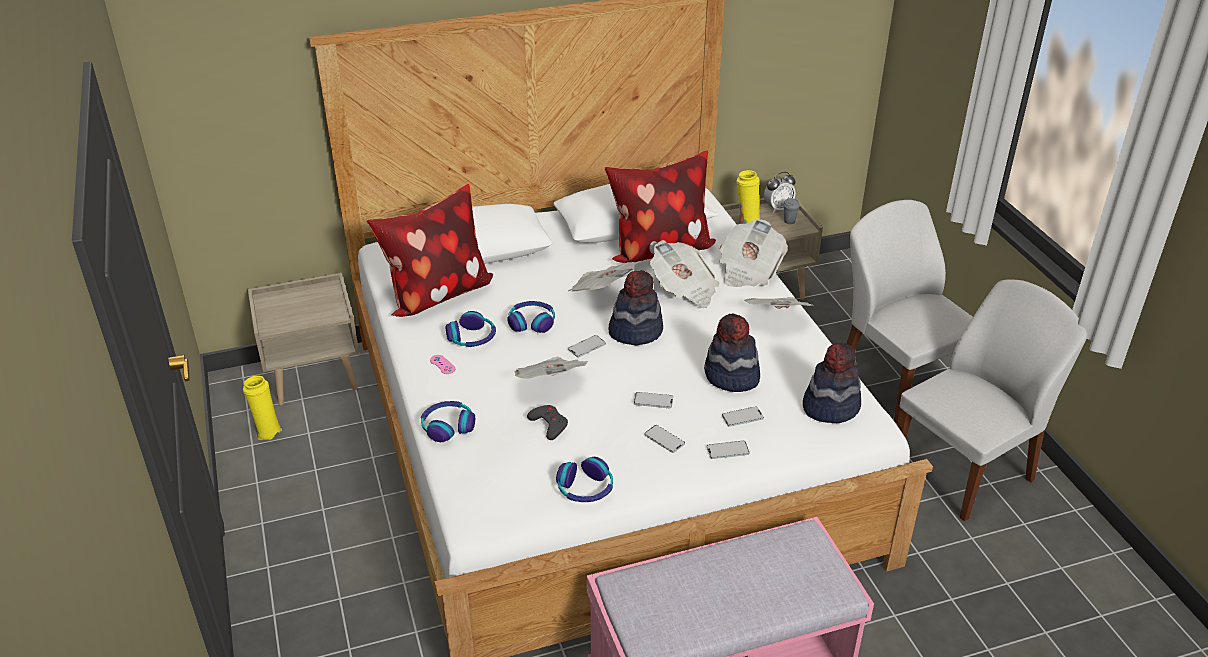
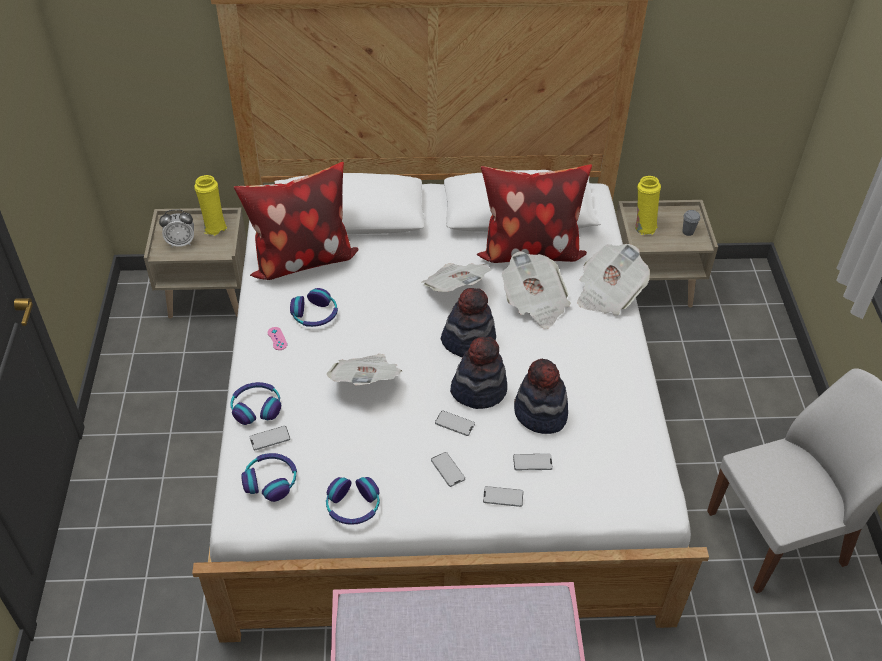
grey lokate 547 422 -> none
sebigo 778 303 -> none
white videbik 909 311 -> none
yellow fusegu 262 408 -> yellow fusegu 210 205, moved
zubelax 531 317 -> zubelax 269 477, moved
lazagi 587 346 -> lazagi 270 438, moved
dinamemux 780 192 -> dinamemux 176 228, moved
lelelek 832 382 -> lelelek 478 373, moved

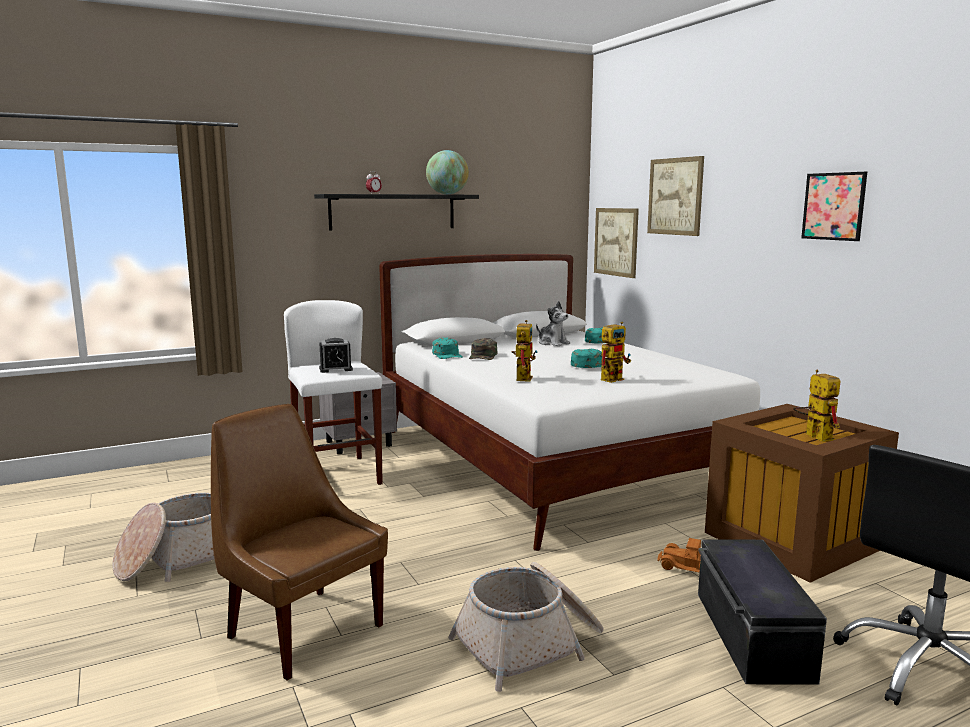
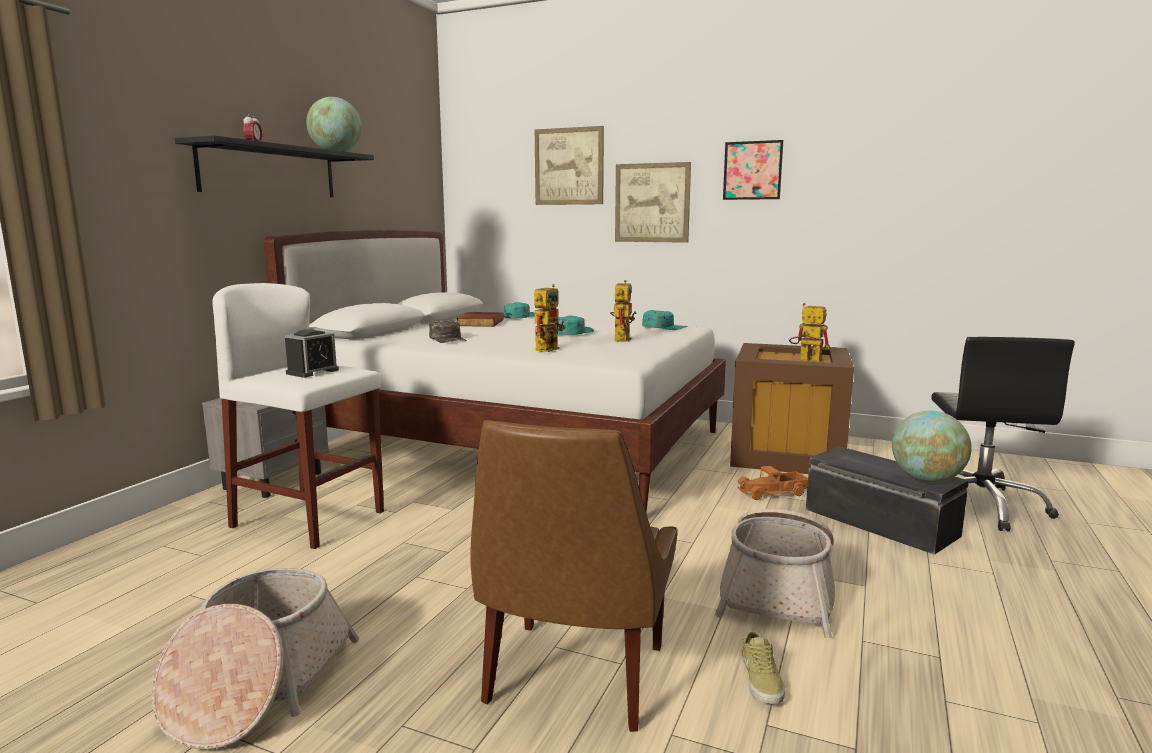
none -> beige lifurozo 763 667
none -> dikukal 932 446
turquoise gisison 447 348 -> turquoise gisison 664 320, moved
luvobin 616 243 -> luvobin 653 202, moved
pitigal 553 324 -> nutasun 480 319
brown videbik 299 542 -> brown videbik 573 576, 75 degrees counterclockwise
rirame 525 351 -> rirame 550 318, 60 degrees clockwise

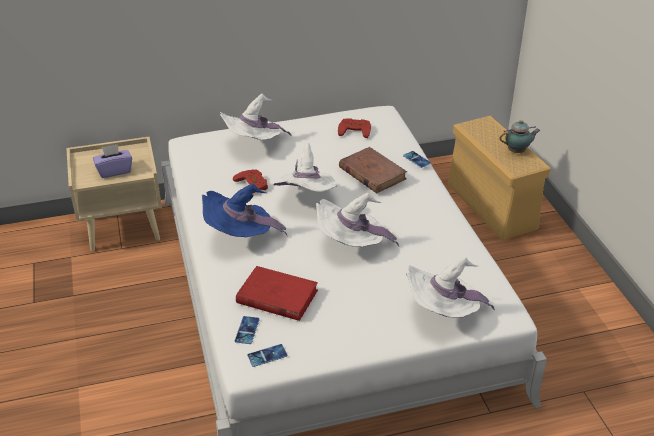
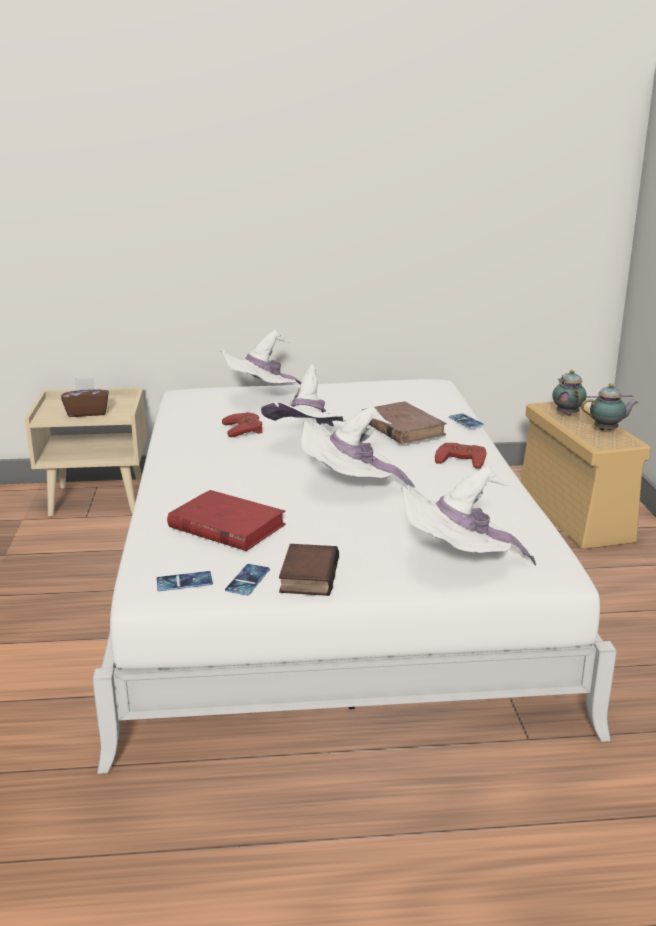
blue lelelek 245 210 -> none
none -> nutasun 309 570
none -> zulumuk 569 393
lazagi 247 330 -> lazagi 247 579, moved
red lokate 354 128 -> red lokate 461 456, moved
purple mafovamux 112 161 -> brown mafovamux 85 397

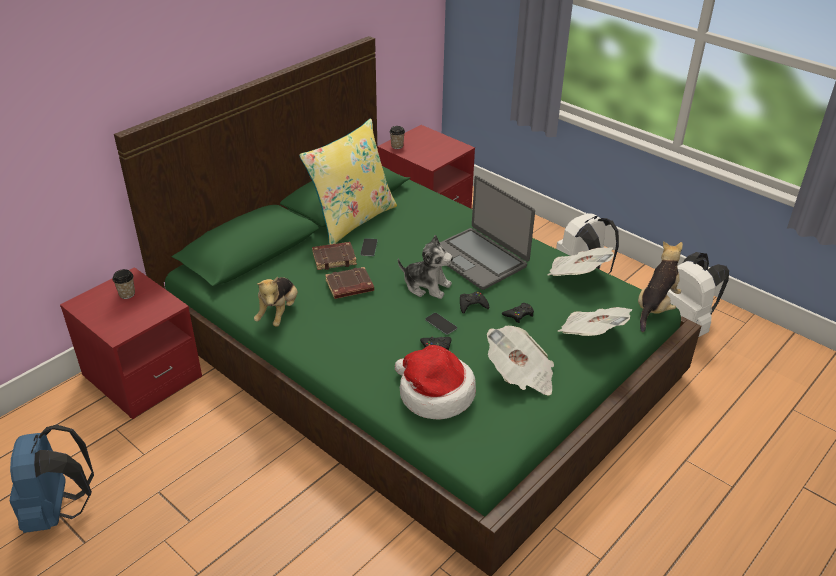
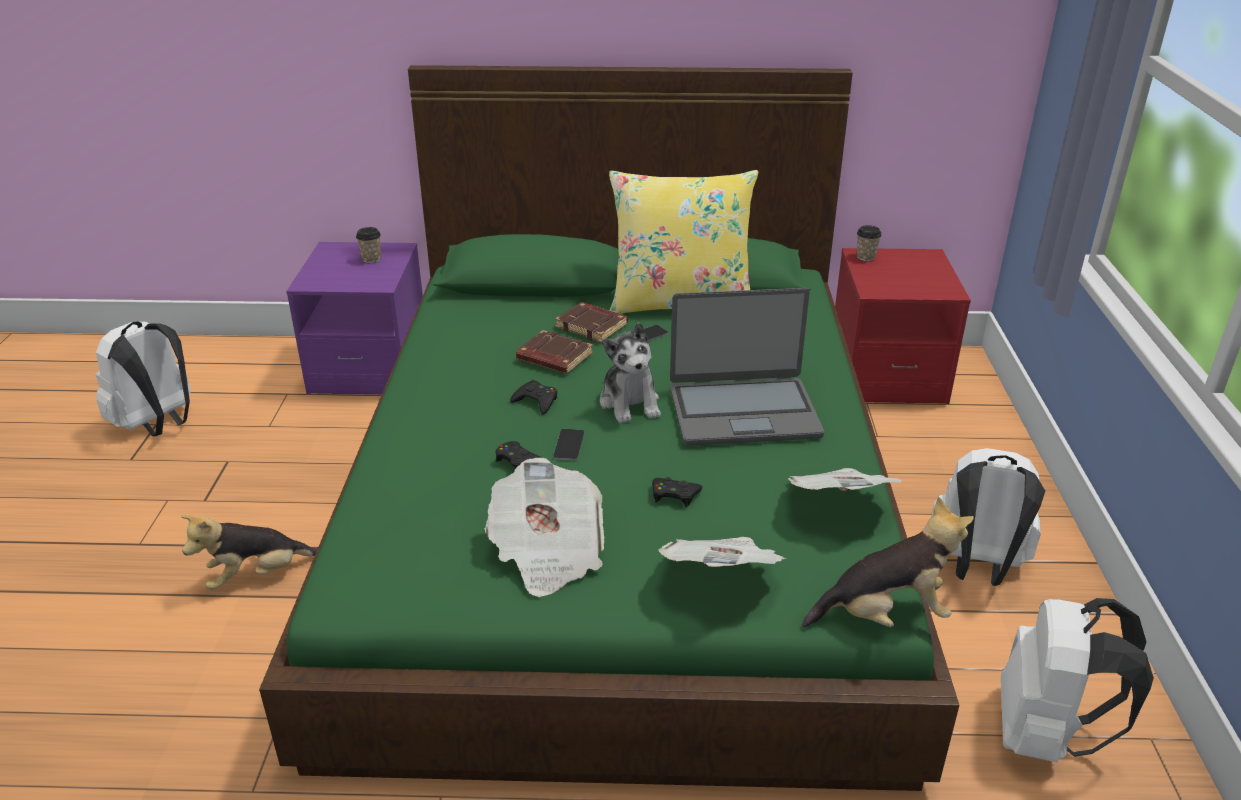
lelelek 435 382 -> none
pitigal 276 302 -> pitigal 249 552, moved
black lokate 474 303 -> black lokate 533 397, moved
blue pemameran 52 479 -> white pemameran 143 379
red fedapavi 131 343 -> purple fedapavi 354 318
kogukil 487 233 -> kogukil 747 367, 105 degrees counterclockwise

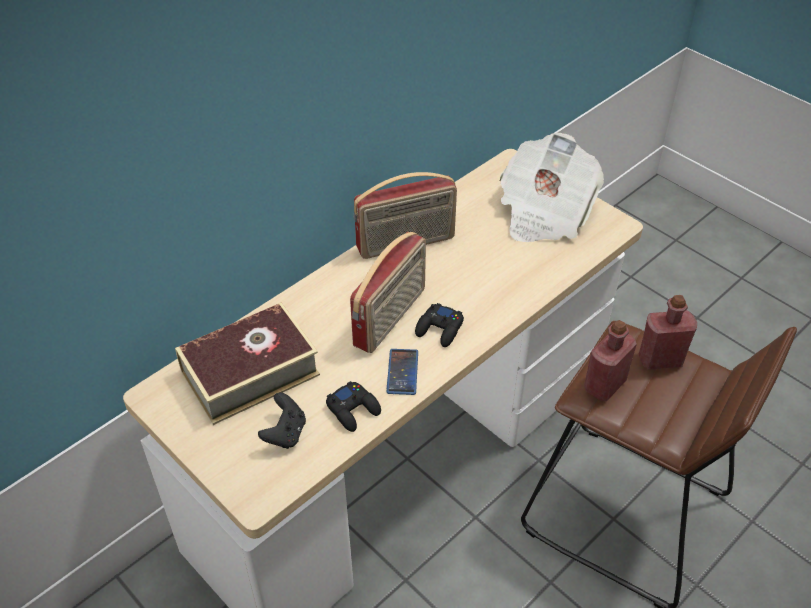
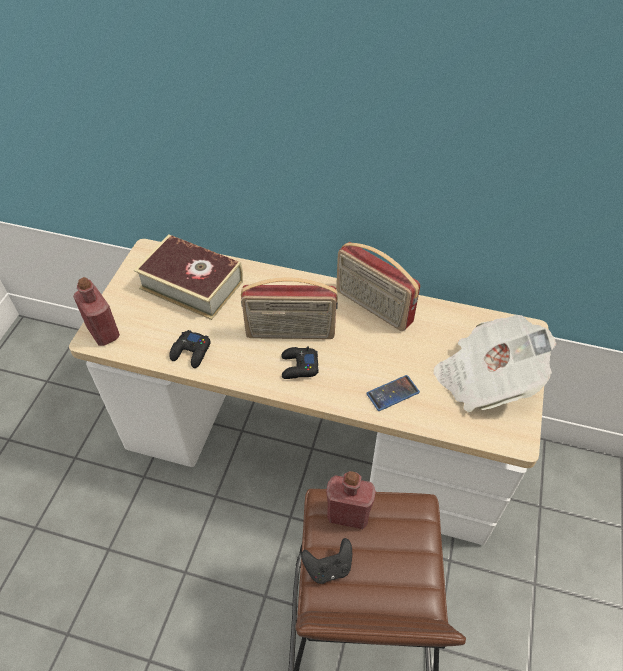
black lokate 282 421 -> black lokate 326 561, moved
lazagi 402 372 -> lazagi 393 393, moved
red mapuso 668 332 -> red mapuso 96 311, moved

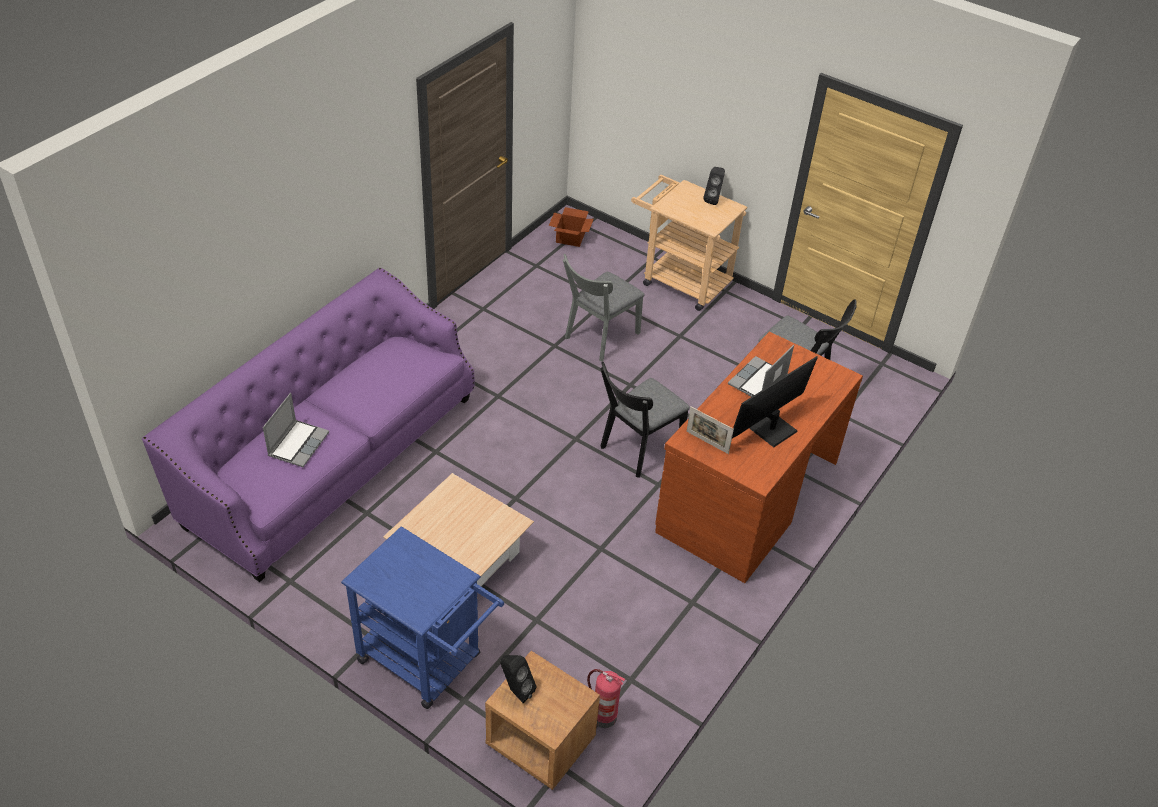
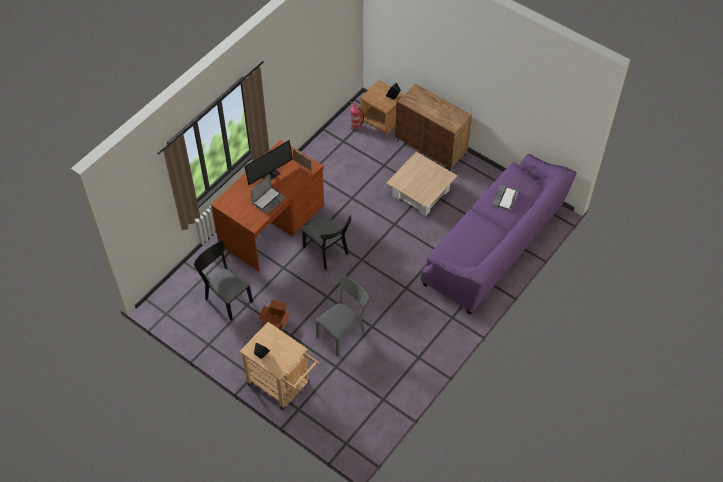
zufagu 571 227 -> zufagu 275 314, moved
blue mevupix 422 617 -> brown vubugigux 433 127
black videbik 645 420 -> black videbik 327 242, 90 degrees clockwise

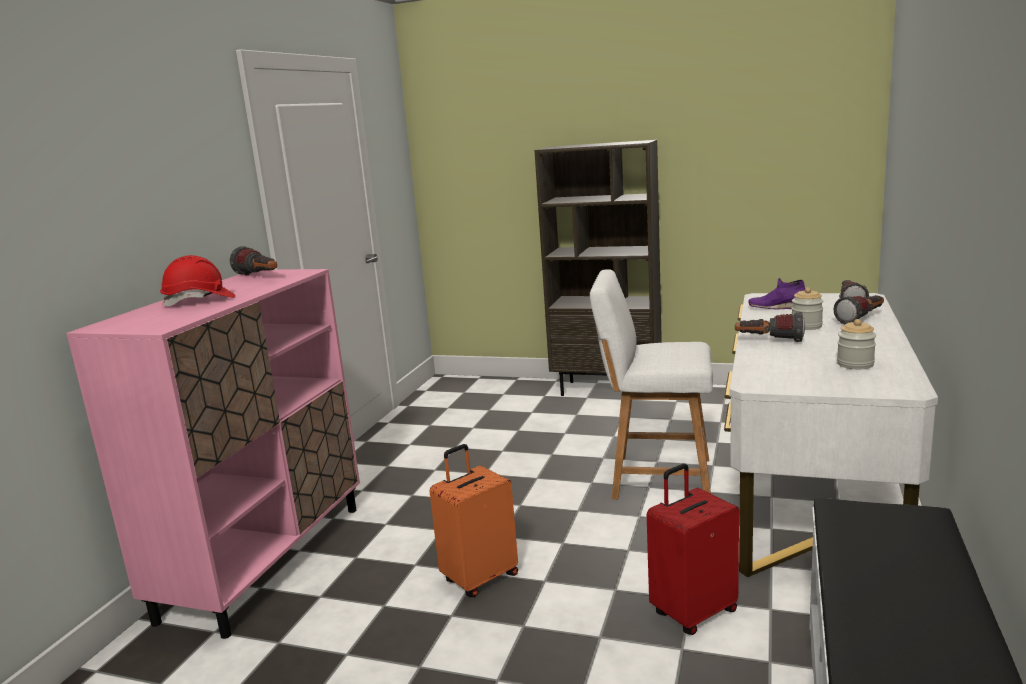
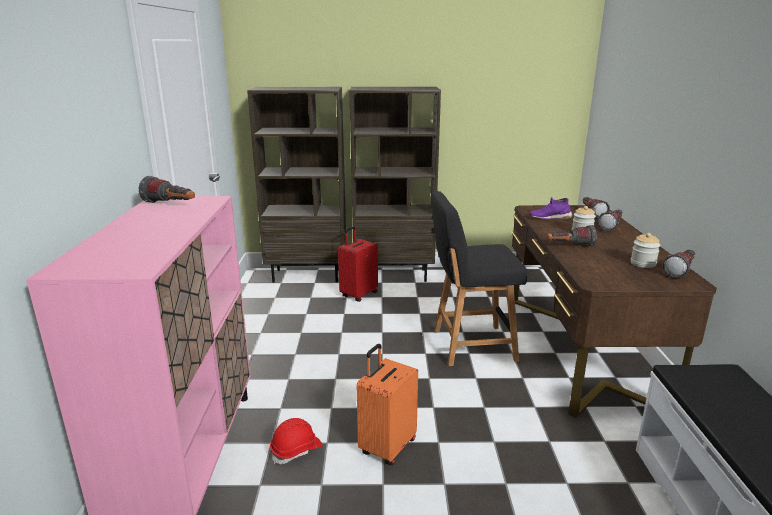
none -> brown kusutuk 296 184
none -> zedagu 678 264
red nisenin 197 281 -> red nisenin 296 441, moved
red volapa 693 549 -> red volapa 358 264, moved
white videbik 651 384 -> black videbik 479 278
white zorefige 831 435 -> brown zorefige 614 311

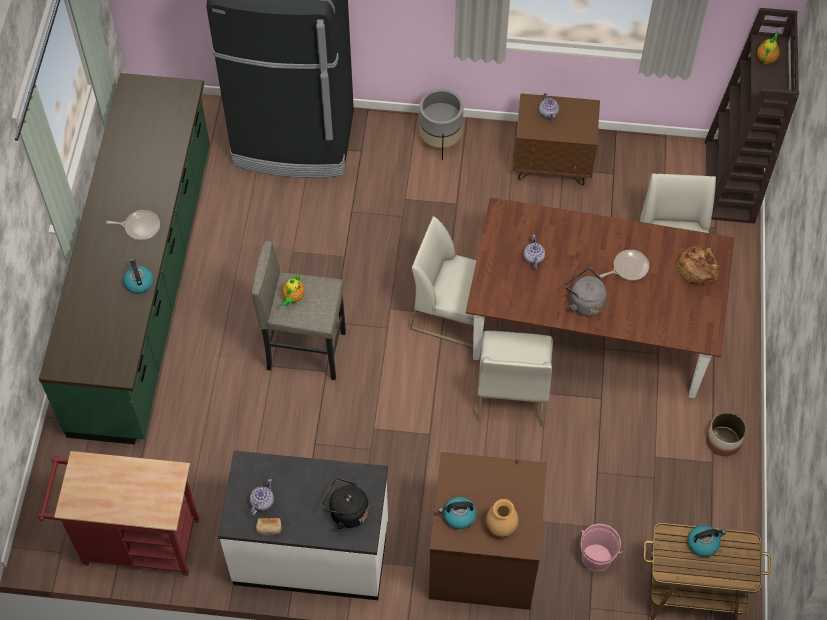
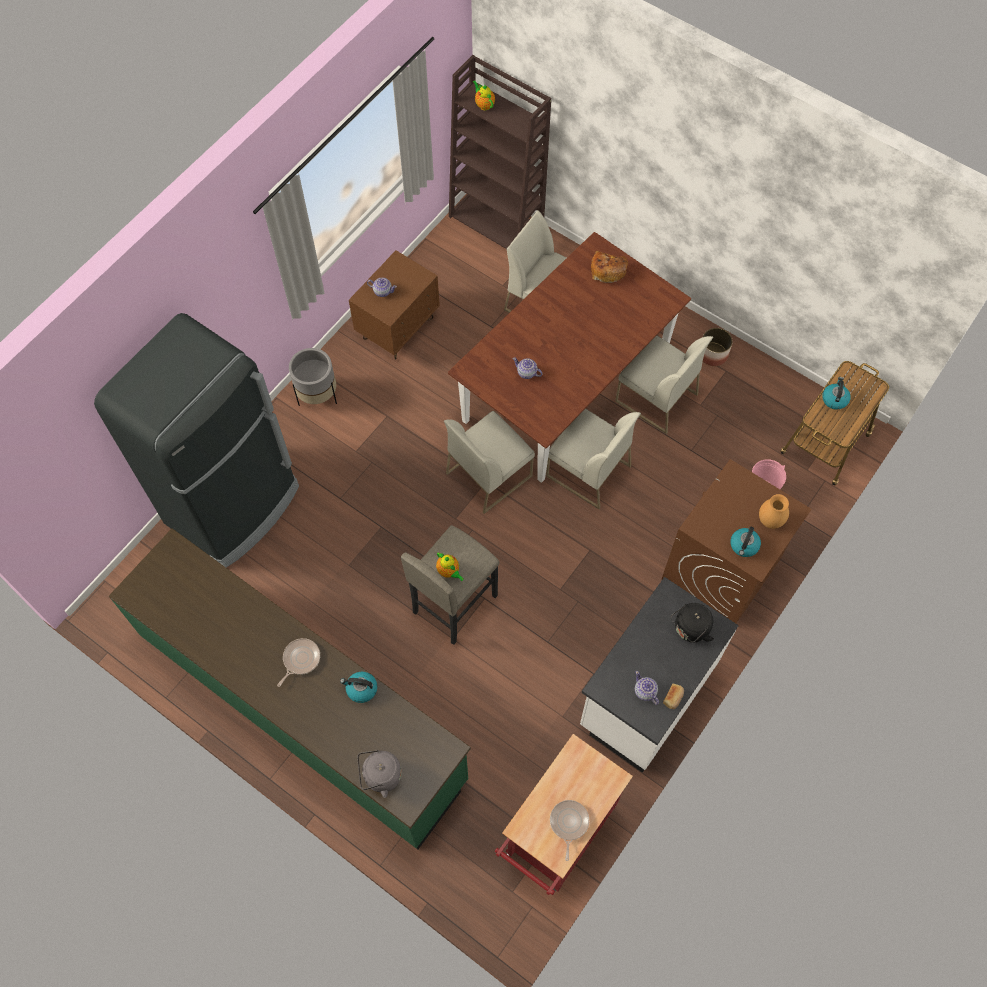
none -> white videbik 664 385
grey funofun 586 292 -> grey funofun 379 774, moved
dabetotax 624 265 -> dabetotax 569 830, moved

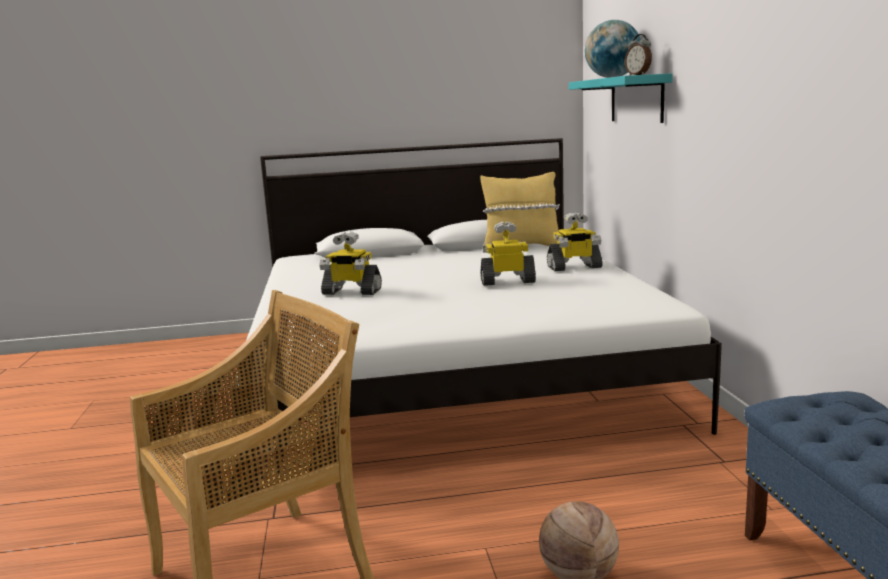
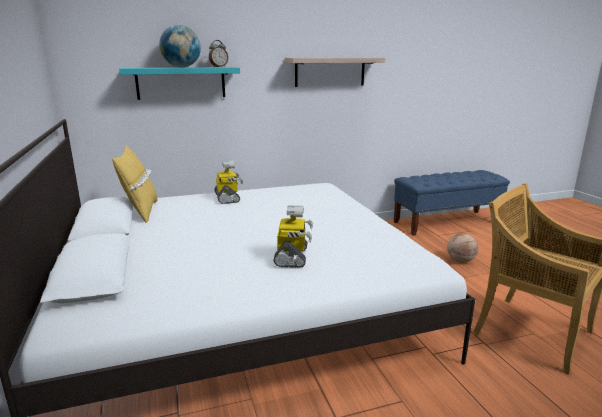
rirame 508 254 -> none
none -> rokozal 335 72

